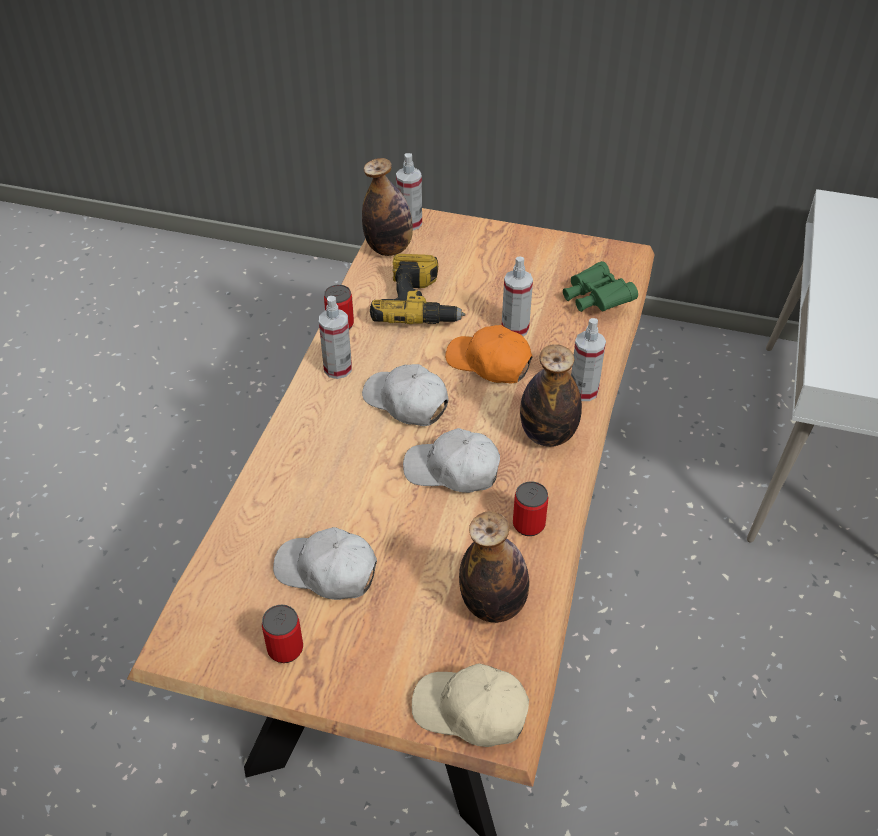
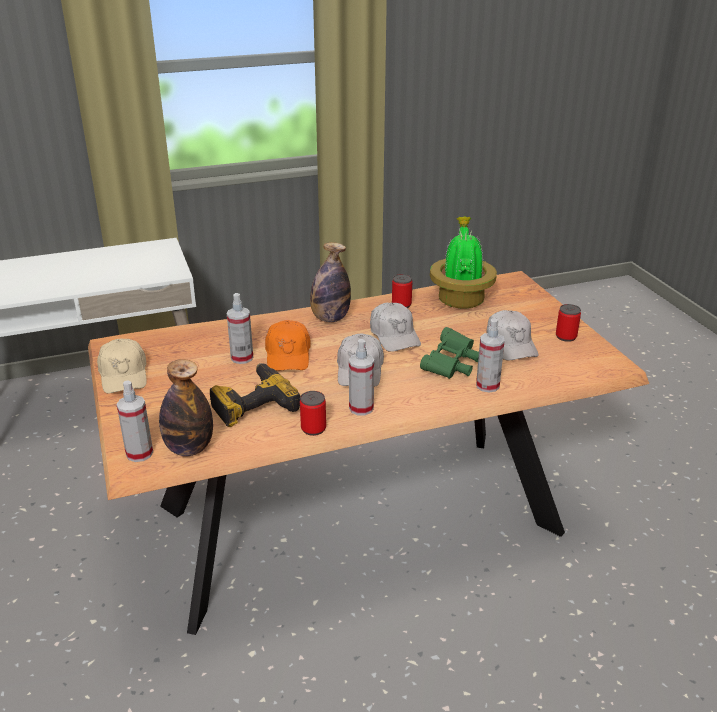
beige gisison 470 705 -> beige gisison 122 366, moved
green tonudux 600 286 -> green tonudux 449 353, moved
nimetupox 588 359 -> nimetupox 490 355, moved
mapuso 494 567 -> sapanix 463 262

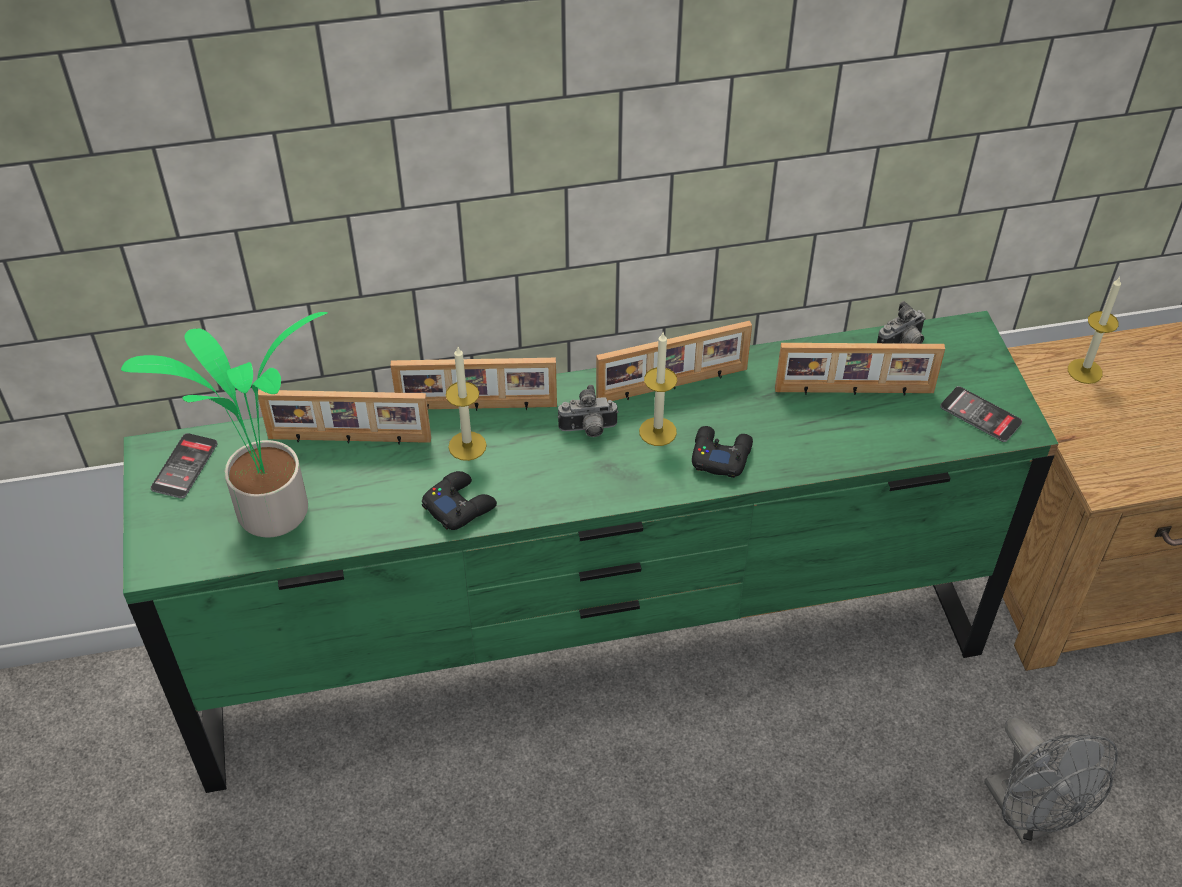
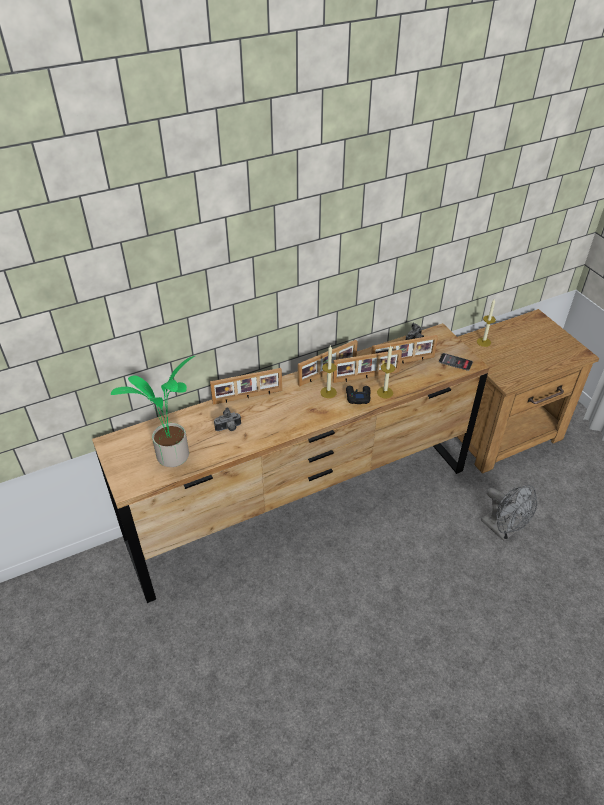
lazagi 184 465 -> none
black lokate 459 500 -> none
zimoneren 344 417 -> zimoneren 367 366, moved
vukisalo 466 404 -> vukisalo 386 372, moved
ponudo 588 411 -> ponudo 227 419, moved
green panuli 591 552 -> brown panuli 290 463

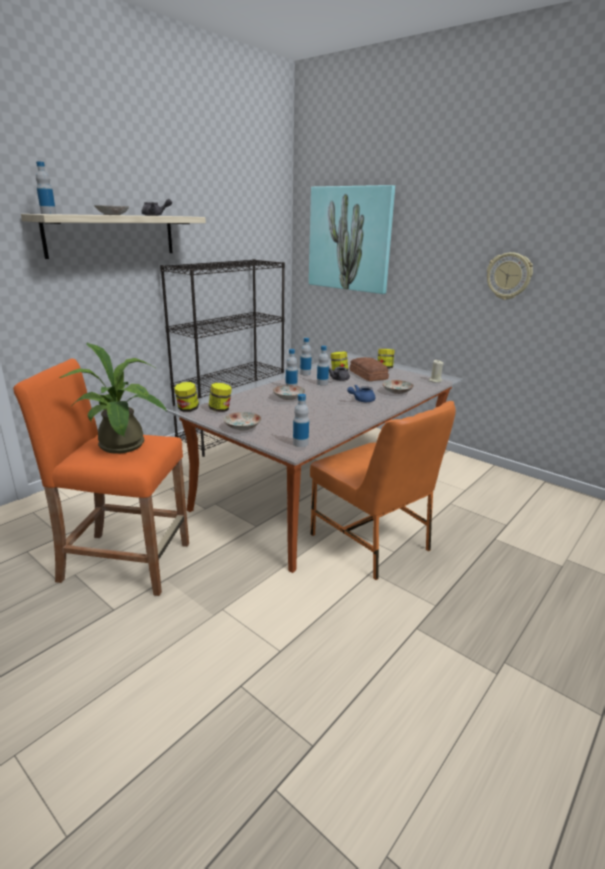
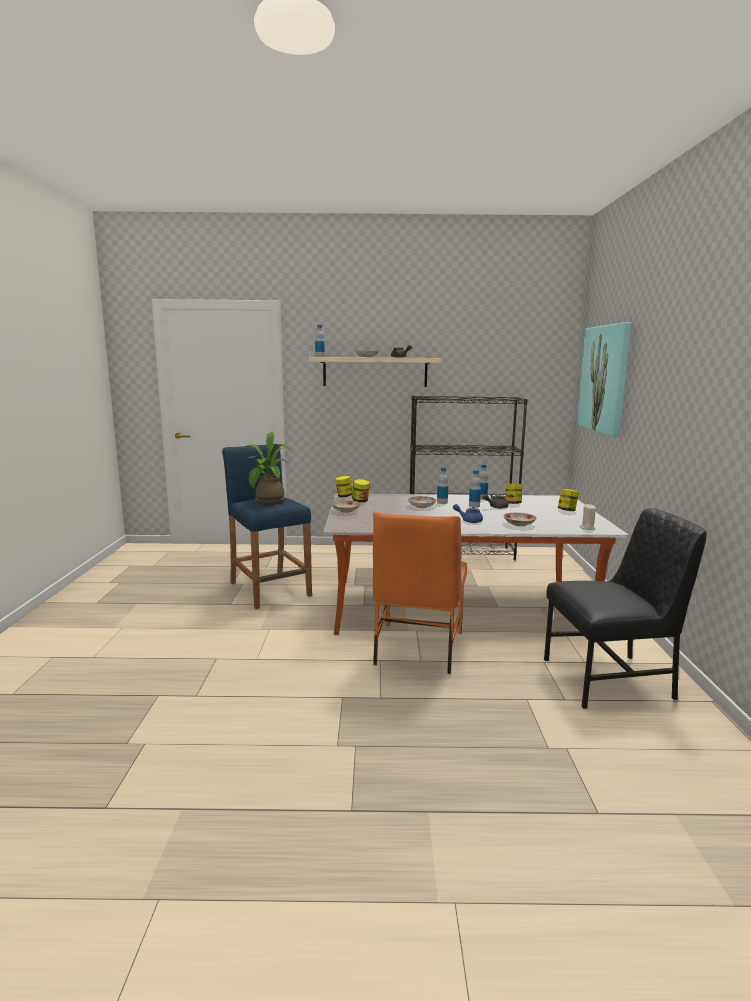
mapuso 301 420 -> none
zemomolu 369 369 -> none
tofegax 510 276 -> none
none -> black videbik 625 608
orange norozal 101 477 -> blue norozal 267 526

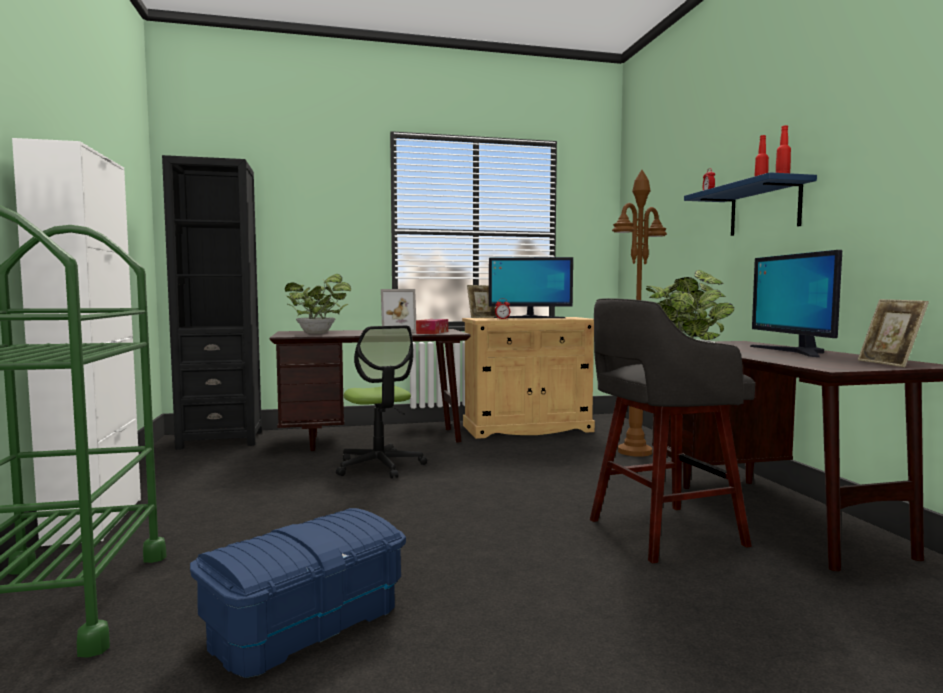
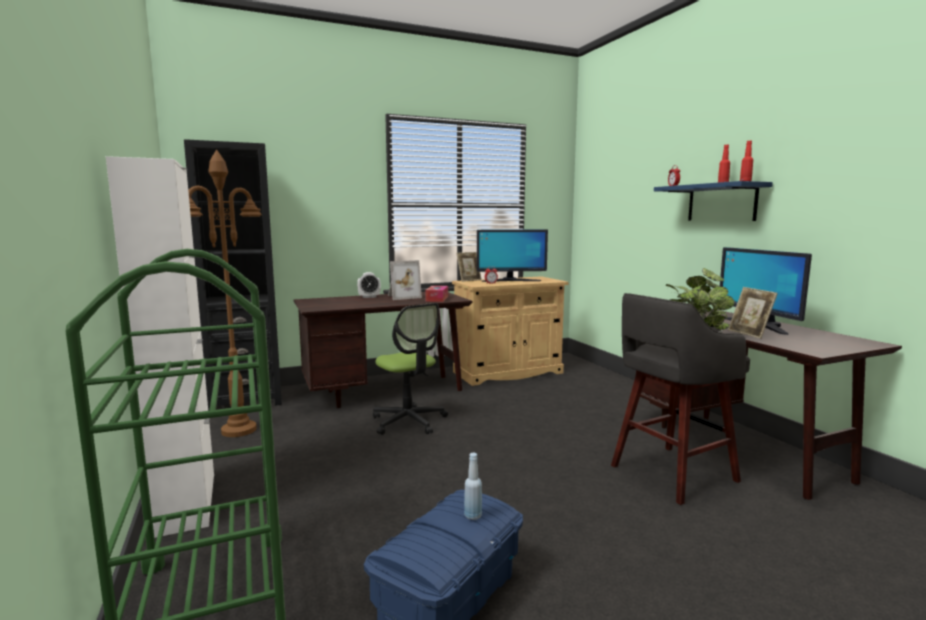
sapanix 318 304 -> none
none -> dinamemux 369 285
none -> blue mapuso 473 486
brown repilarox 639 313 -> brown repilarox 225 293, moved
zimoneren 893 333 -> zimoneren 753 313, moved

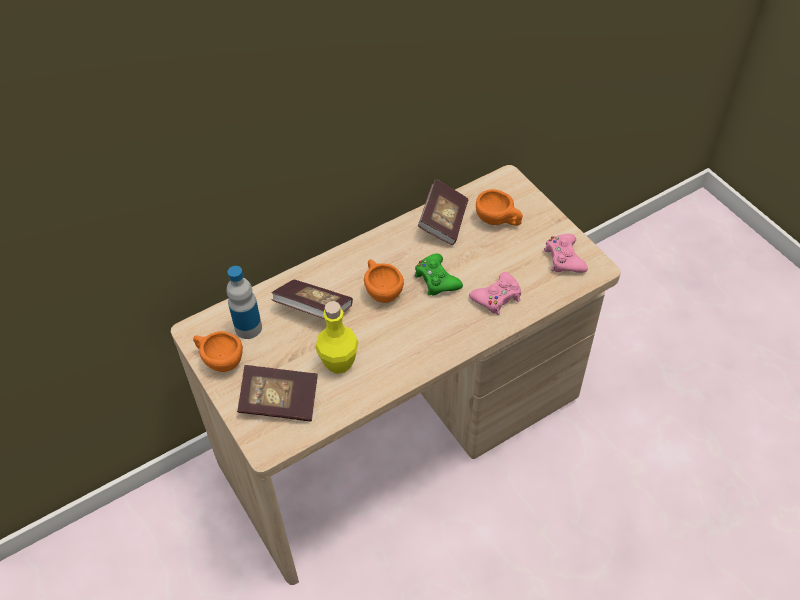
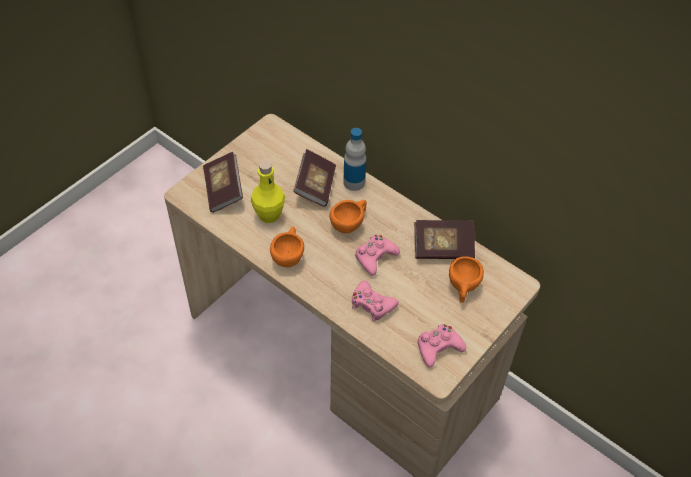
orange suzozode 218 351 -> orange suzozode 287 246, moved
mapuso 244 302 -> mapuso 354 159, moved
green lokate 439 274 -> pink lokate 377 255

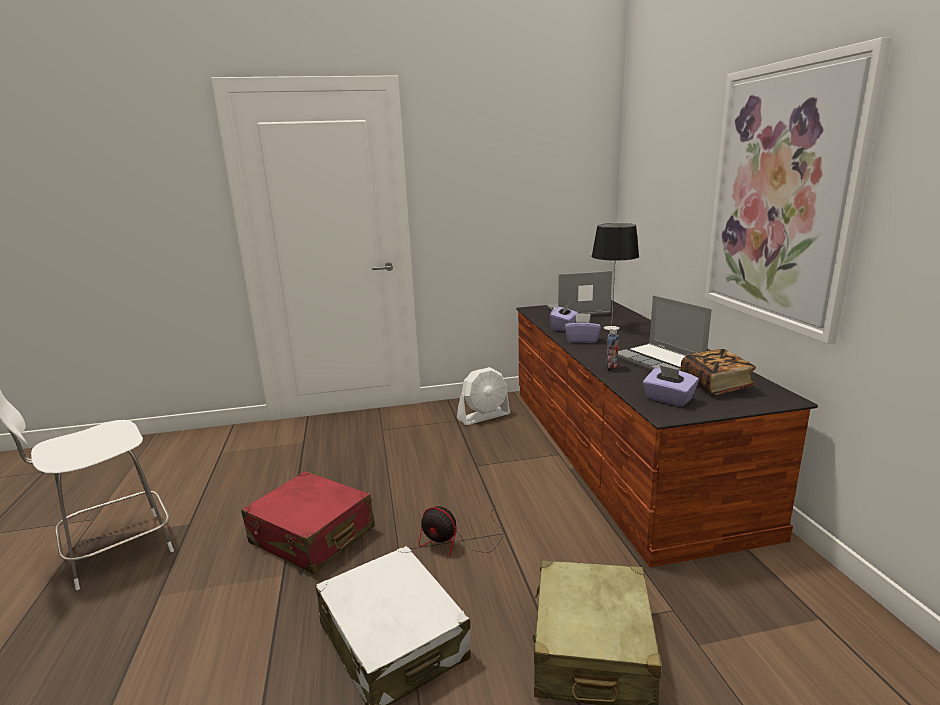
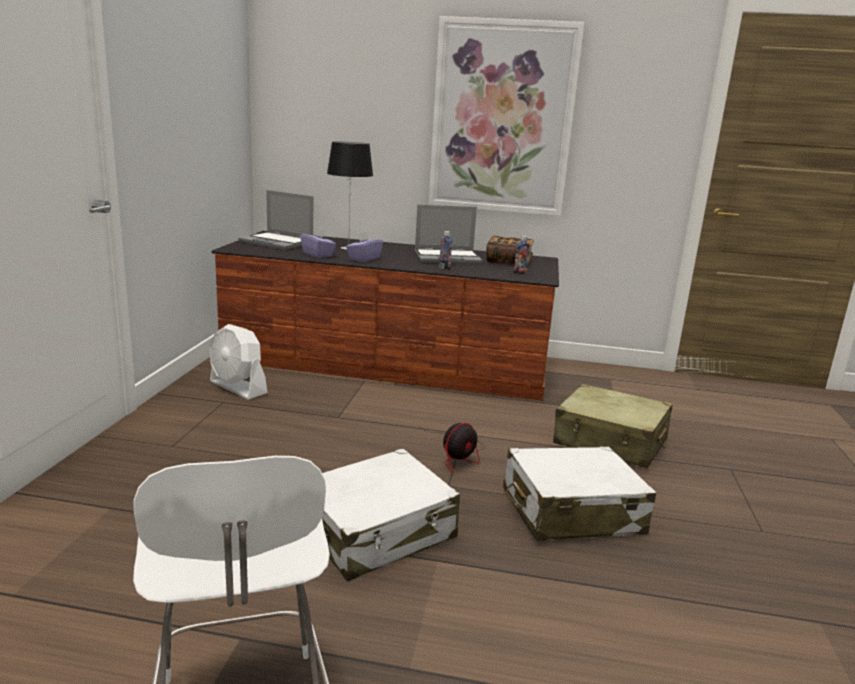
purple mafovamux 671 386 -> mapuso 522 255
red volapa 308 522 -> white volapa 391 514
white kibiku 483 396 -> white kibiku 239 362, 135 degrees clockwise
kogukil 579 292 -> kogukil 275 220, 75 degrees counterclockwise

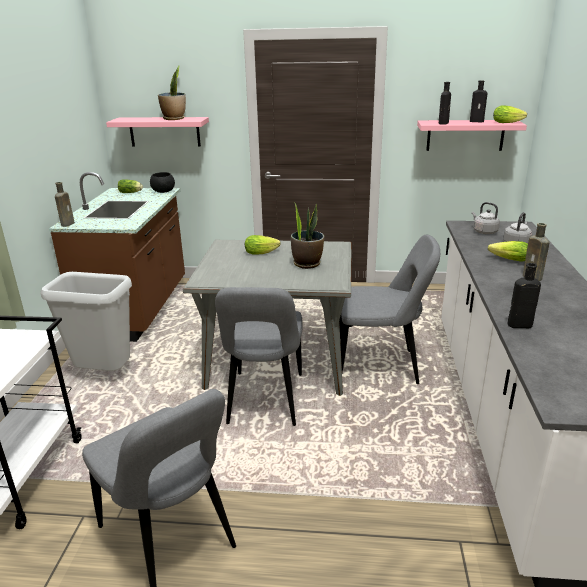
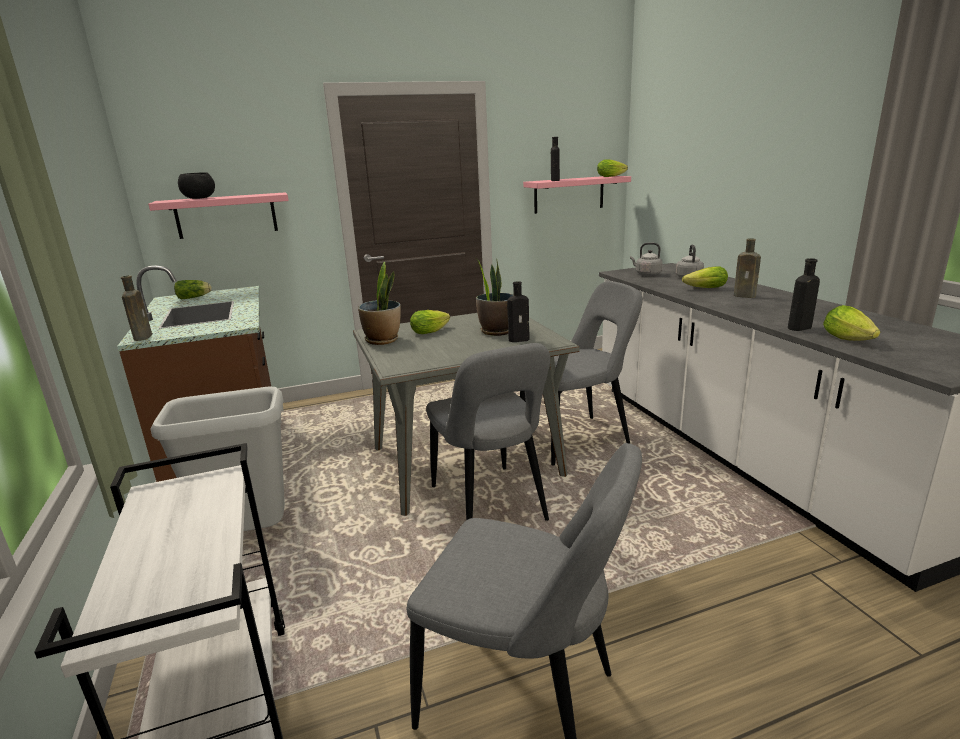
none -> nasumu 851 323
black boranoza 162 182 -> black boranoza 196 185, moved
sapanix 172 92 -> sapanix 379 303, moved
black mapuso 479 101 -> black mapuso 518 311, moved

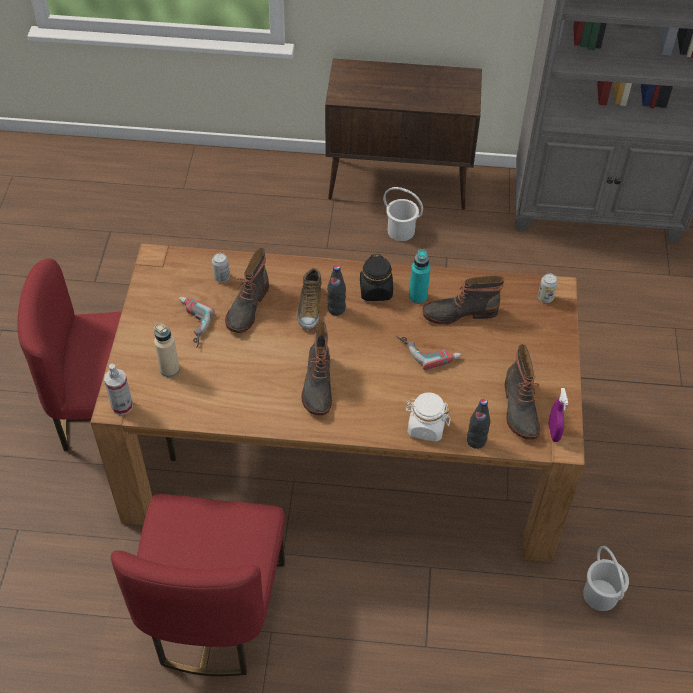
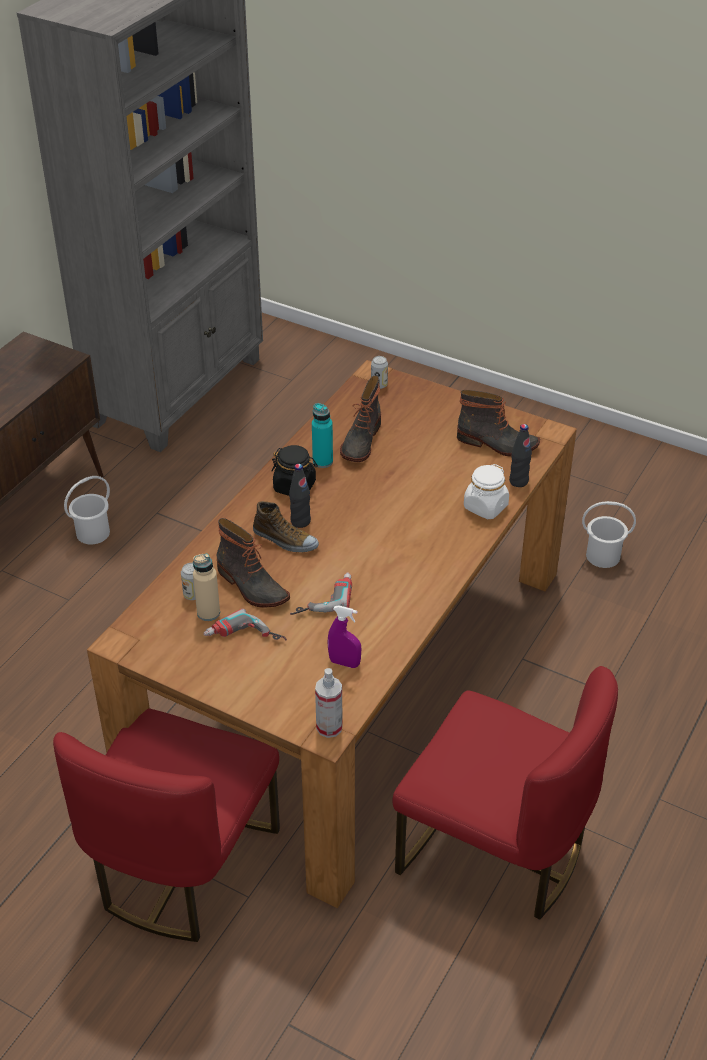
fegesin 316 368 -> none
beige mapuso 167 350 -> beige mapuso 206 587, moved
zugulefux 428 352 -> zugulefux 321 593, moved
purple nimetupox 558 415 -> purple nimetupox 345 636, moved

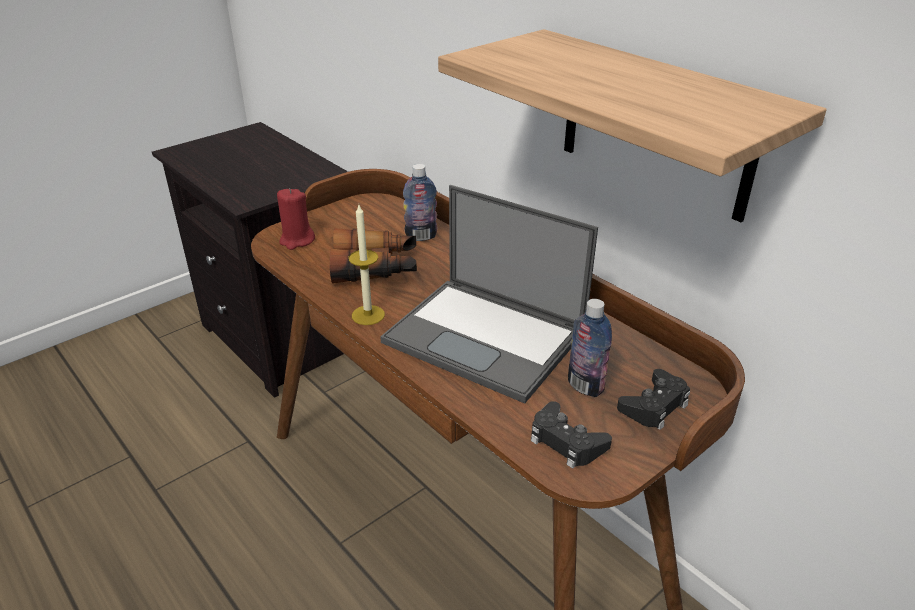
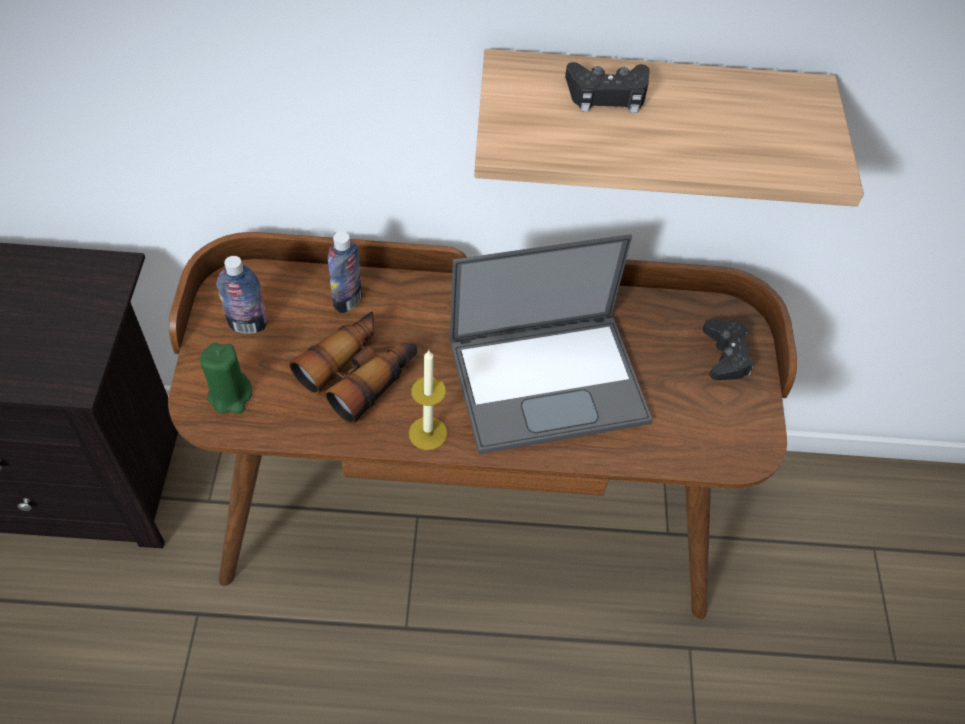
black lokate 571 435 -> black lokate 607 87, moved
mapuso 590 348 -> mapuso 242 295, moved
red vukisalo 296 219 -> green vukisalo 226 378

